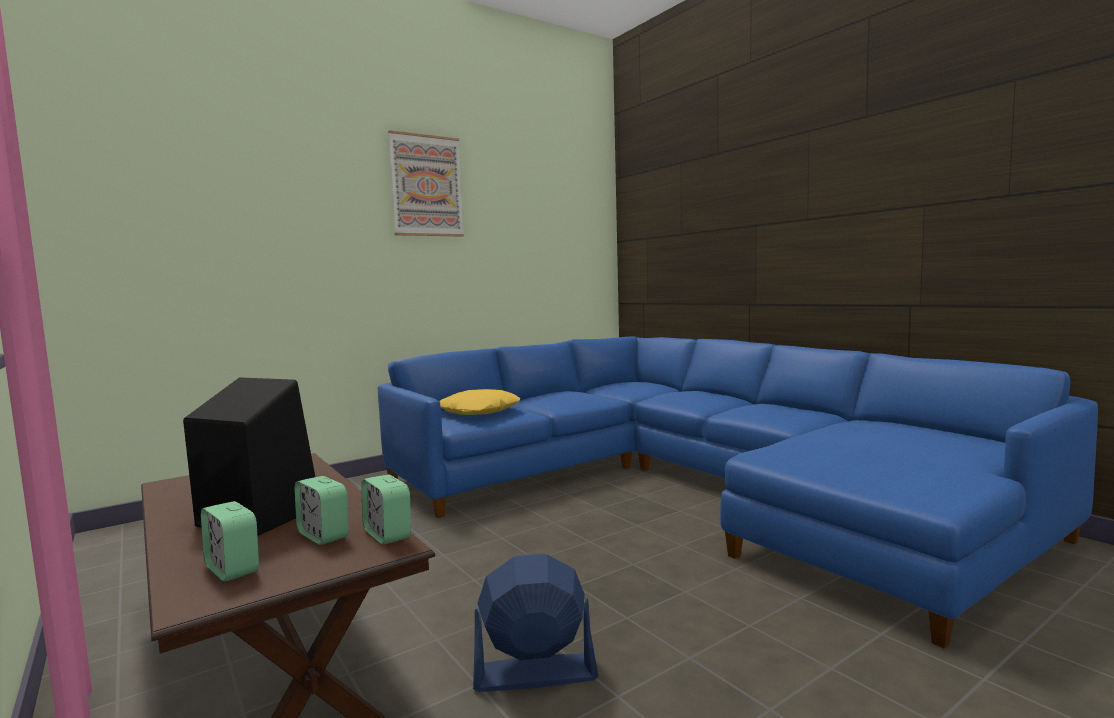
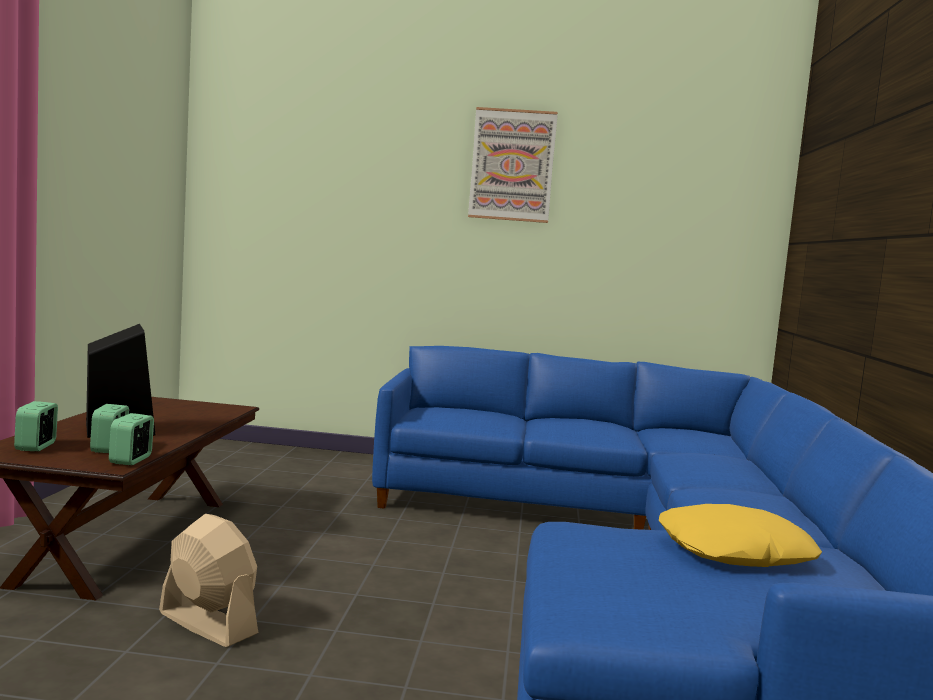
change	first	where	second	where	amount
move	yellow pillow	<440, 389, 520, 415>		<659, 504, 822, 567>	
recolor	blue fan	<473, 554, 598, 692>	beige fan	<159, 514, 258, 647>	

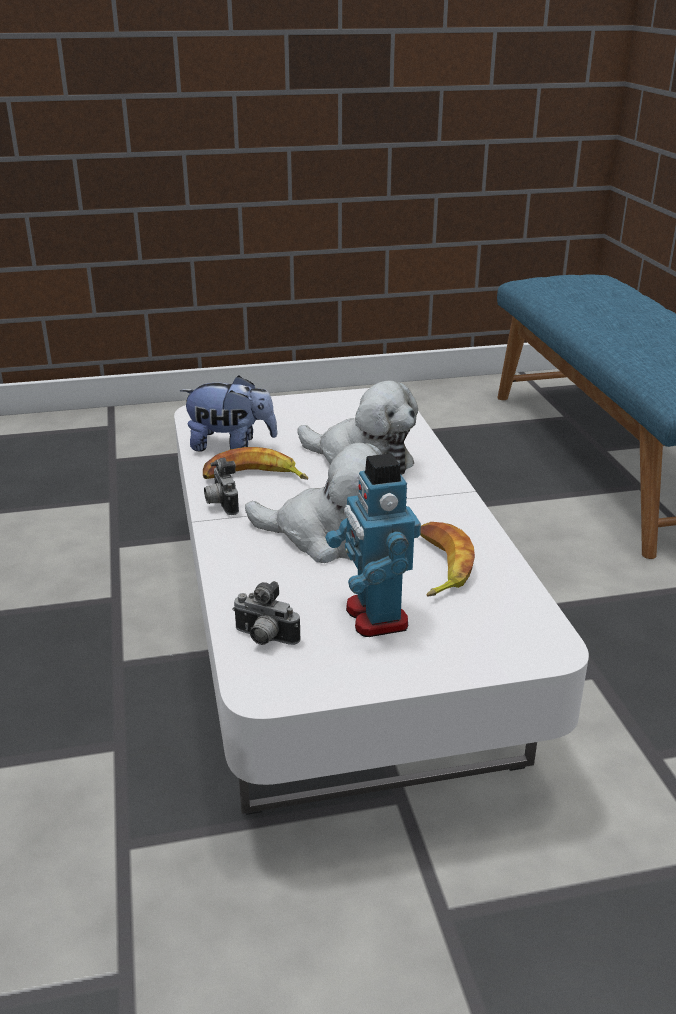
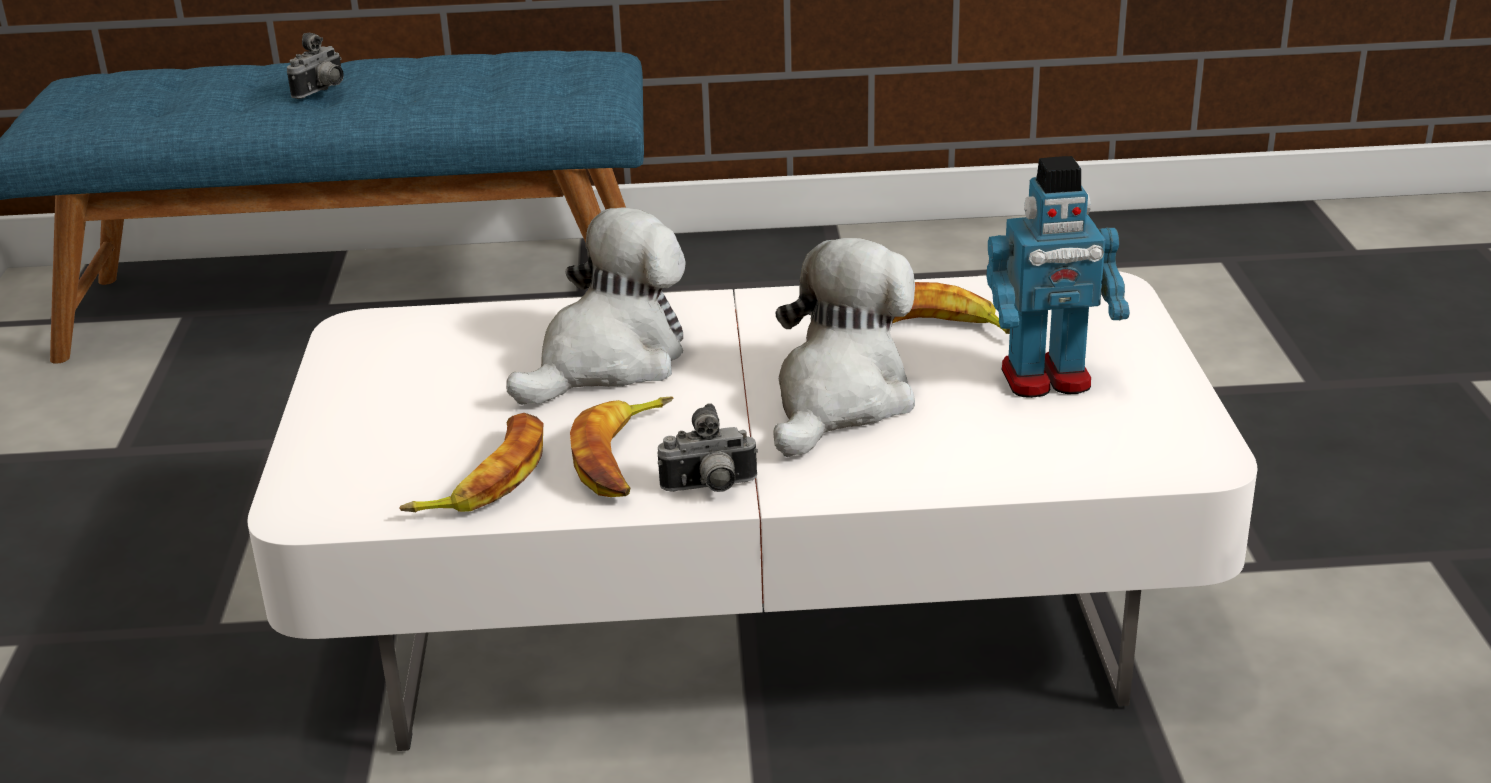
change	first	where	second	where	amount
replace	plush toy	<180, 376, 278, 452>	banana	<399, 413, 543, 512>	
move	photo camera	<232, 581, 301, 645>		<287, 33, 344, 99>	

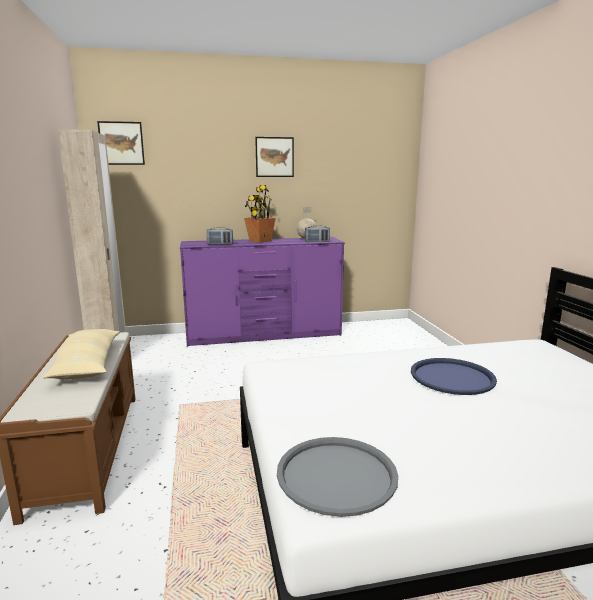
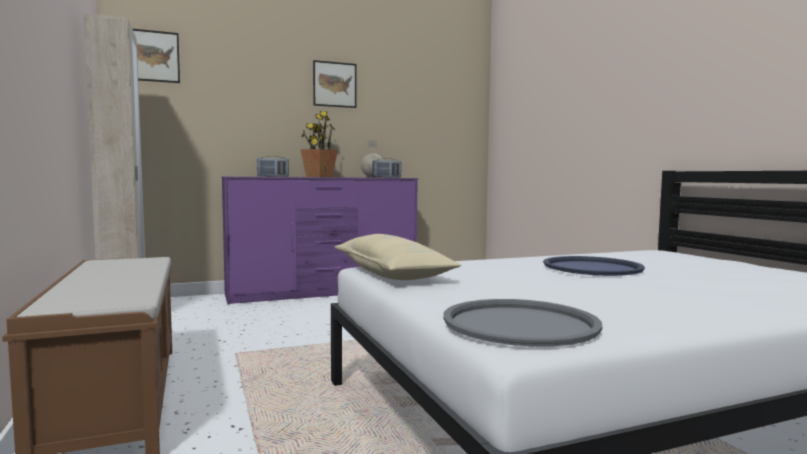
change	first	where	second	where	amount
move	beige pillow	<43, 329, 120, 380>		<335, 234, 461, 280>	

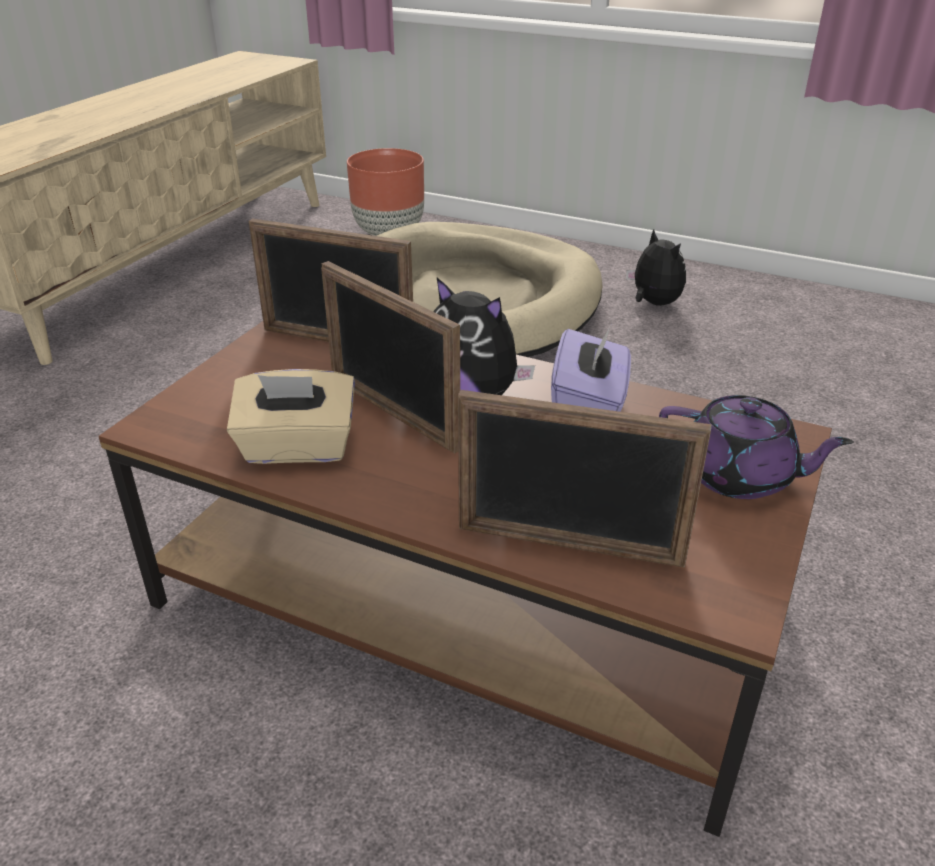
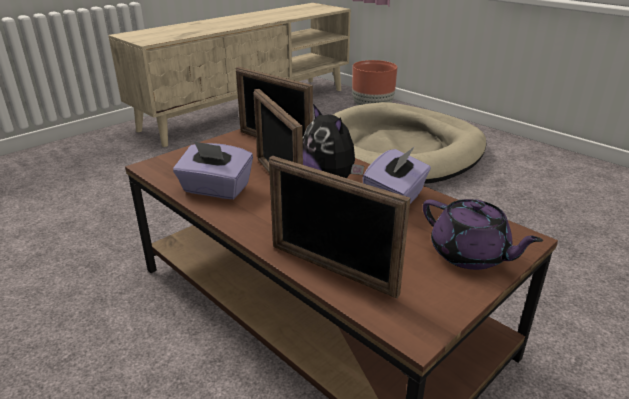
change	first	where	second	where	amount
delete	plush toy	<626, 229, 686, 306>			
recolor	beige tissue box	<227, 369, 355, 464>	purple tissue box	<173, 141, 253, 199>	

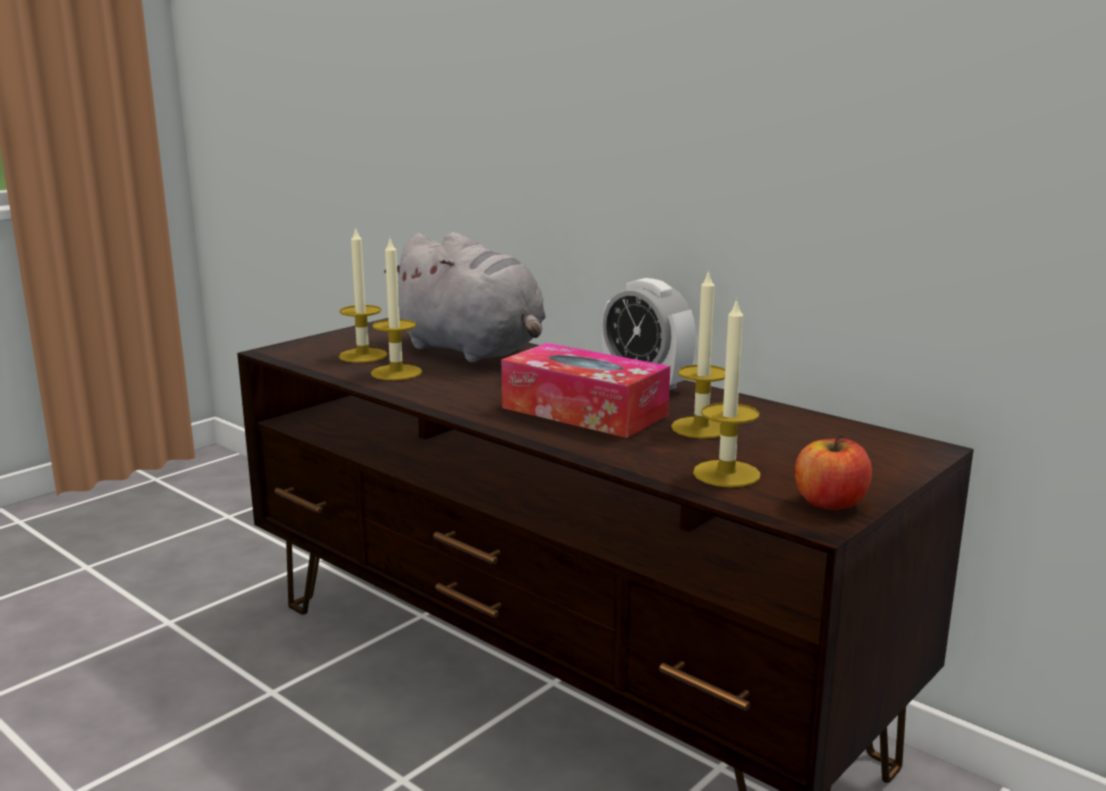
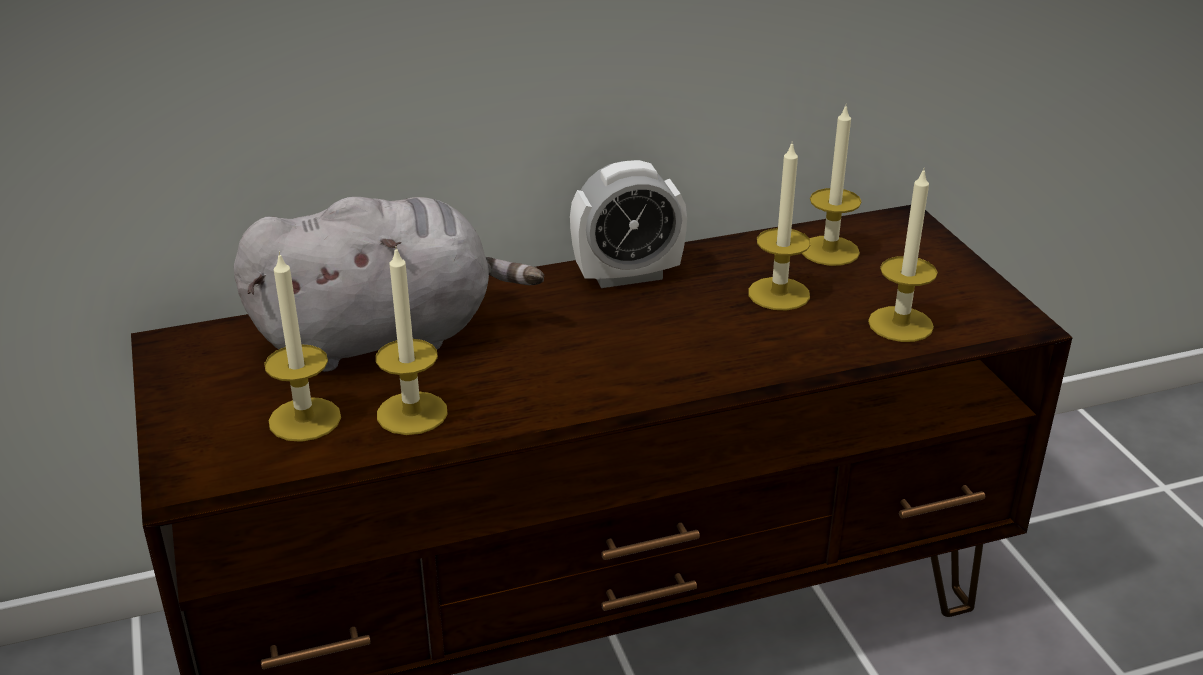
change	first	where	second	where	amount
delete	tissue box	<501, 343, 670, 438>			
delete	apple	<795, 433, 872, 510>			
insert			candle	<802, 103, 862, 266>	

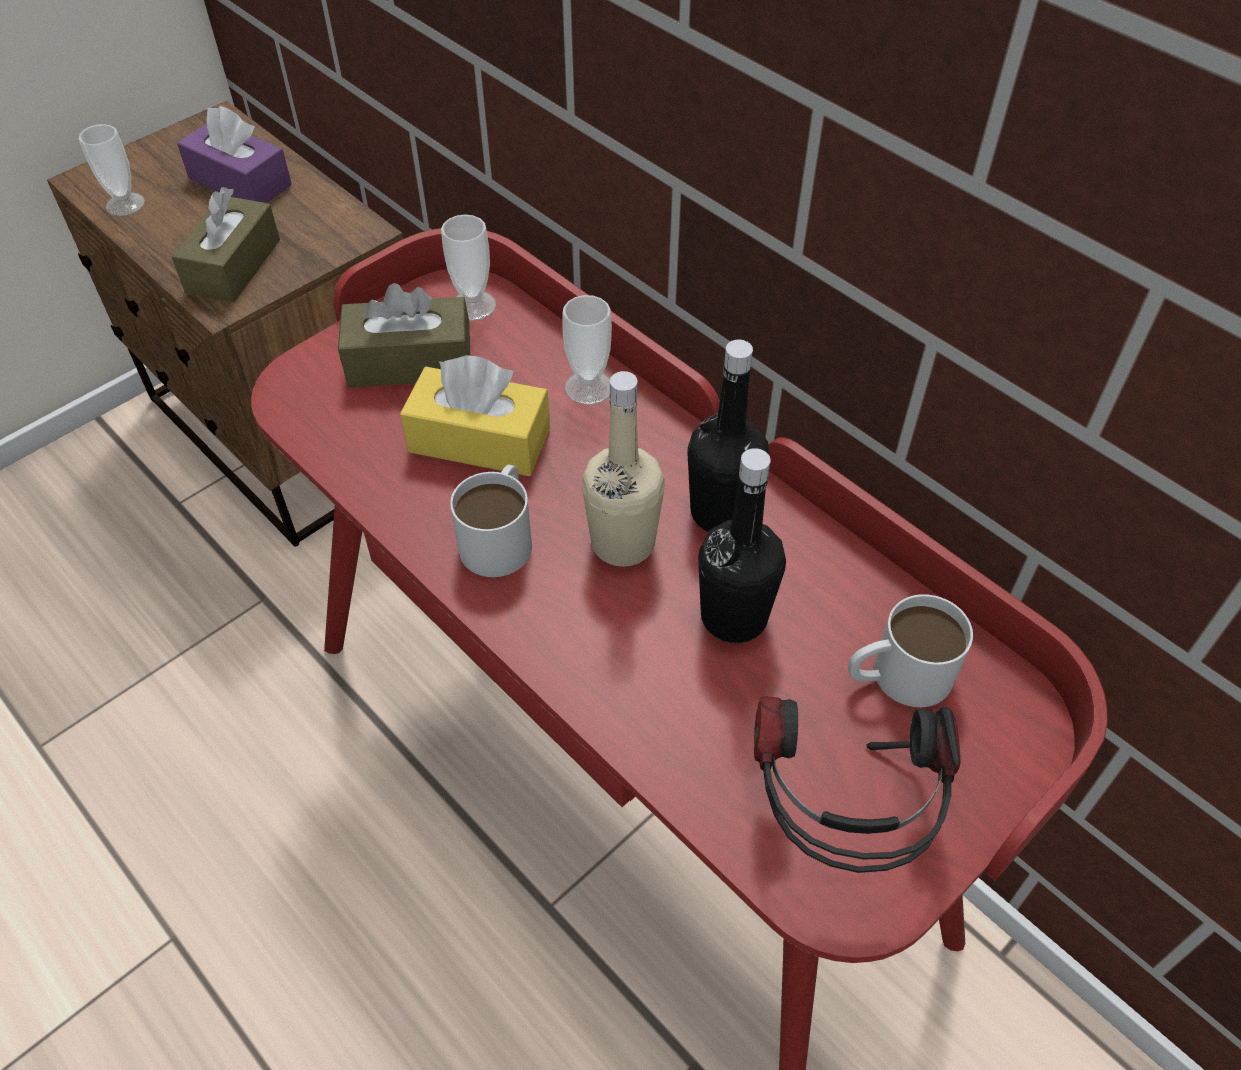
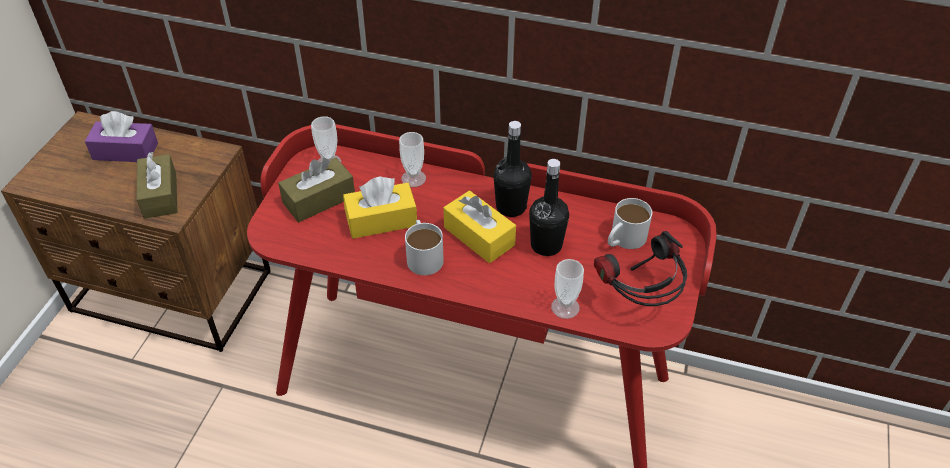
change	first	where	second	where	amount
move	cup	<78, 124, 145, 216>		<551, 259, 584, 319>	
replace	beige bottle	<582, 371, 665, 567>	yellow tissue box	<443, 190, 516, 263>	

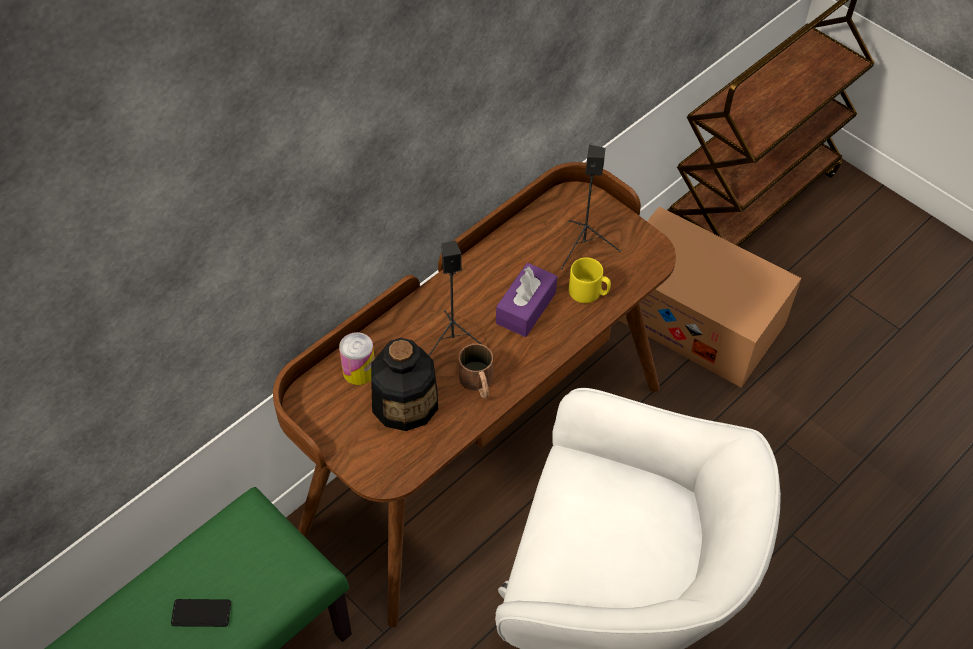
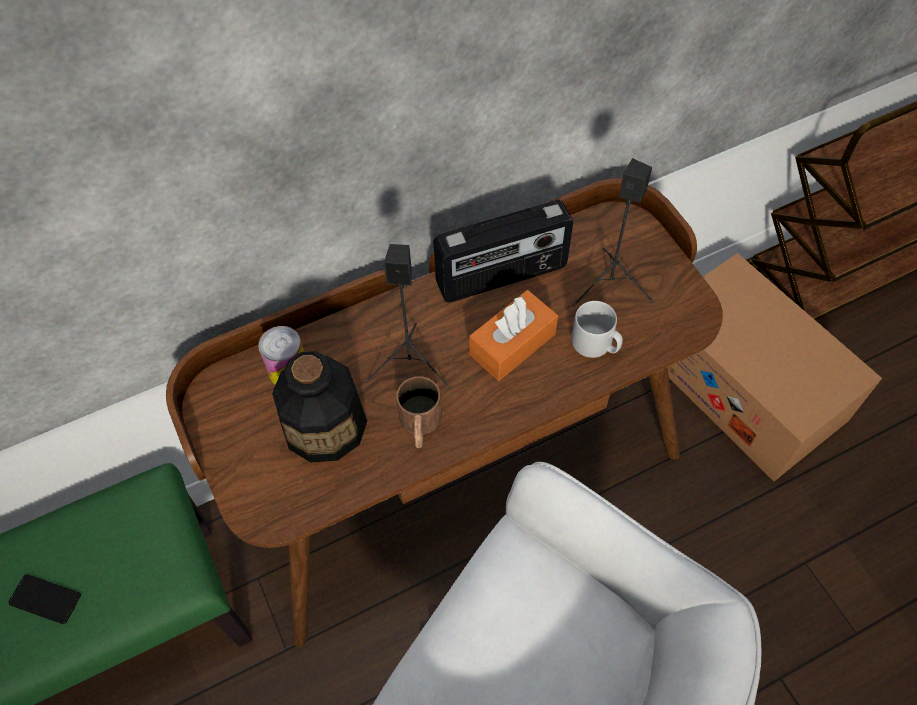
change	first	where	second	where	amount
recolor	yellow mug	<569, 258, 611, 303>	grey mug	<571, 301, 623, 358>	
recolor	purple tissue box	<496, 263, 557, 337>	orange tissue box	<469, 290, 558, 381>	
insert			radio	<434, 200, 573, 302>	

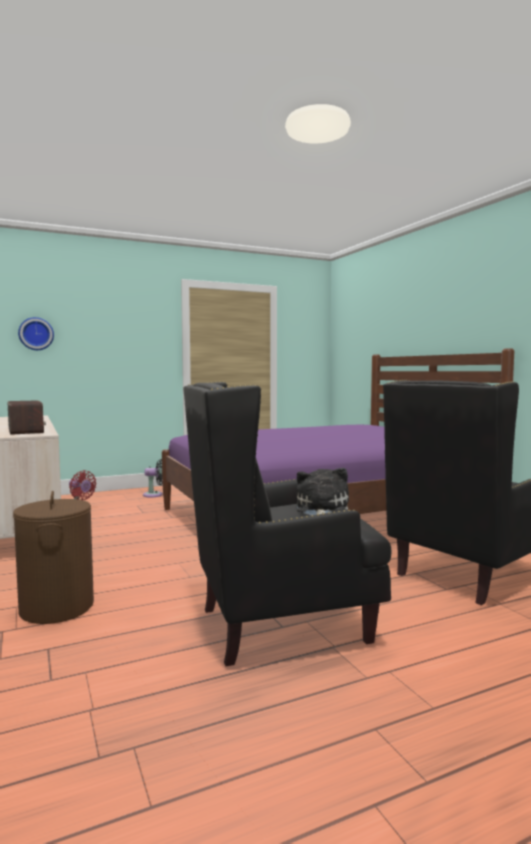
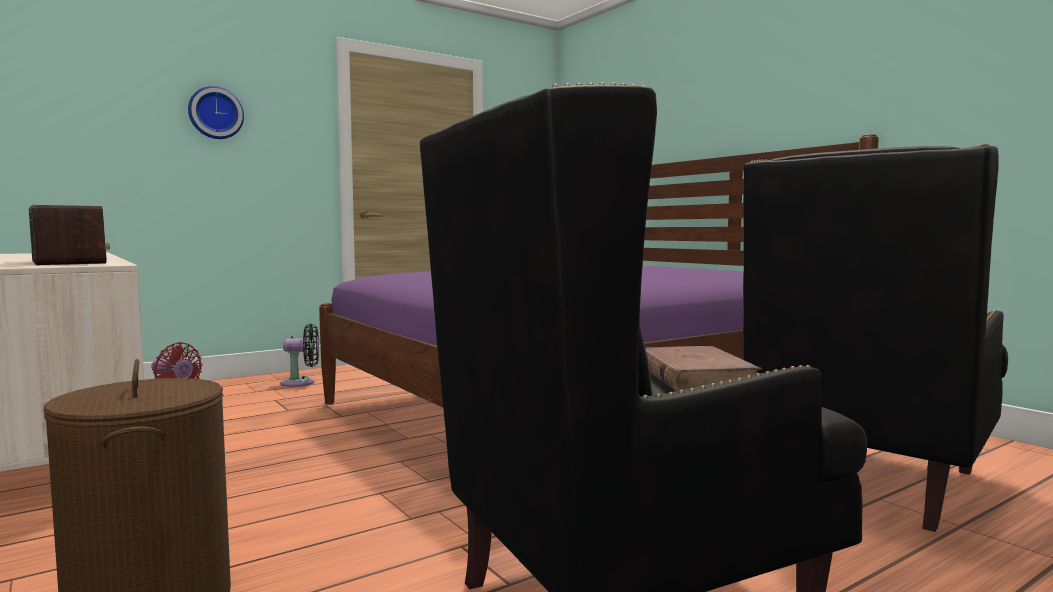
change	first	where	second	where	amount
move	wall clock	<18, 317, 54, 350>		<188, 86, 244, 139>	
replace	plush toy	<297, 468, 349, 515>	brown book	<645, 346, 762, 391>	

